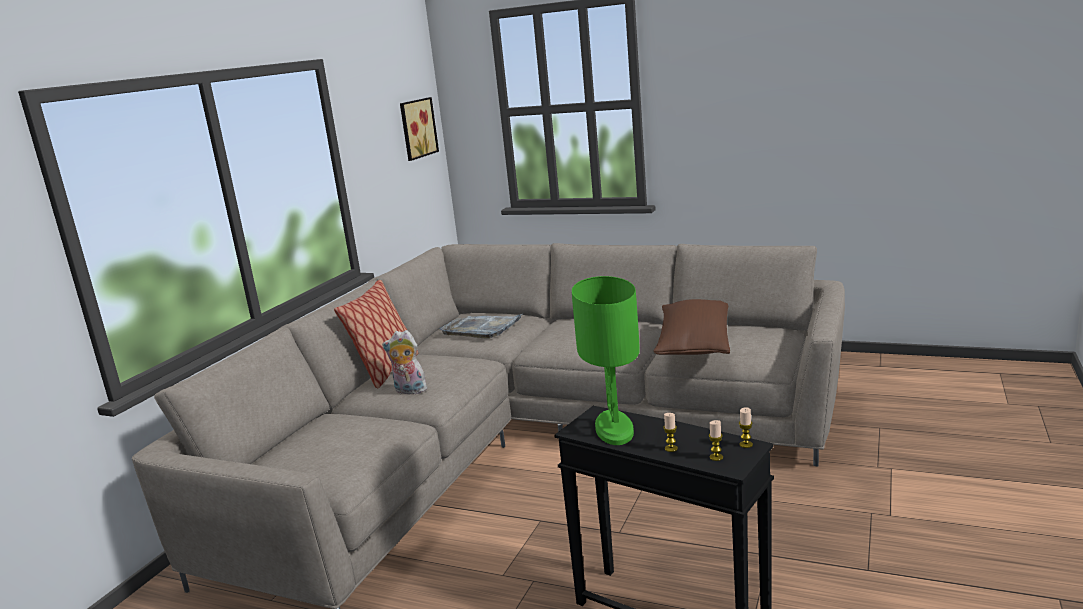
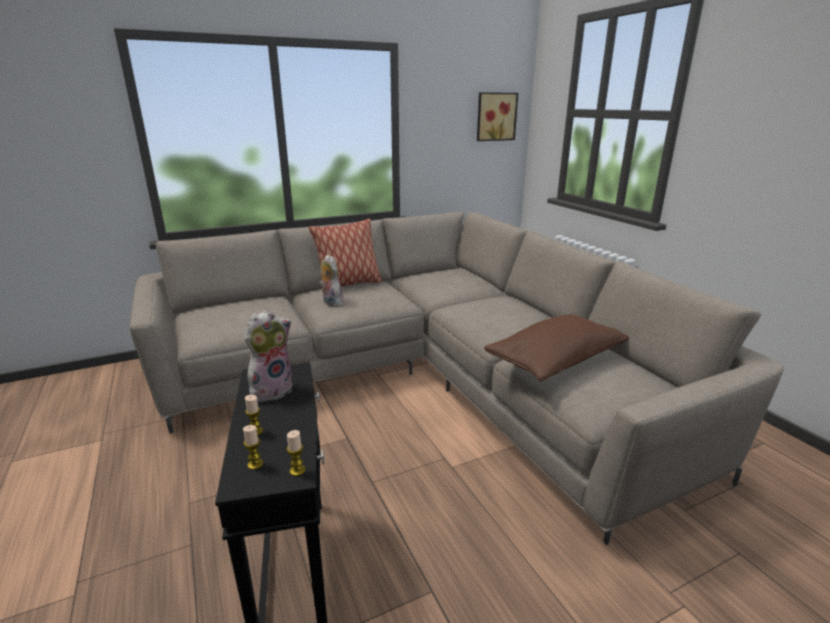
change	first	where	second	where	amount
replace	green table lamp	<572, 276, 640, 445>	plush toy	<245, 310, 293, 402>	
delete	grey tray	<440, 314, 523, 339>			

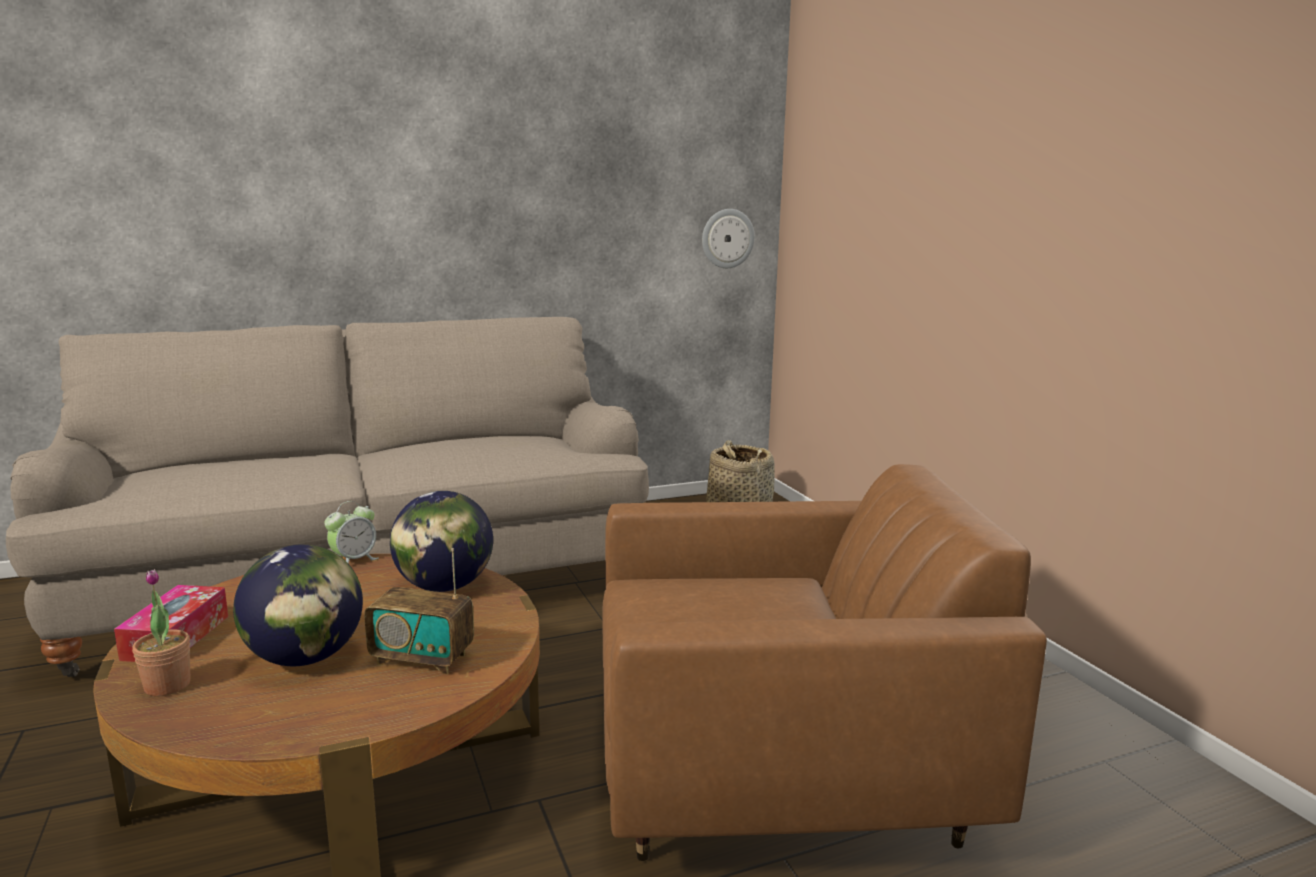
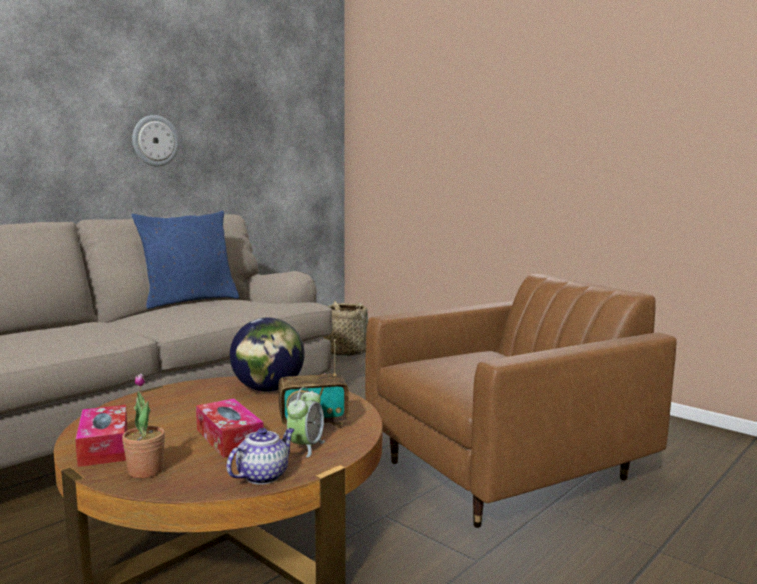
change	first	where	second	where	amount
move	wall clock	<702, 209, 755, 268>		<132, 115, 179, 166>	
move	alarm clock	<324, 501, 379, 564>		<287, 387, 325, 457>	
replace	globe	<233, 544, 363, 666>	tissue box	<196, 398, 264, 458>	
insert			blue pillow	<131, 211, 239, 309>	
insert			teapot	<227, 428, 295, 485>	

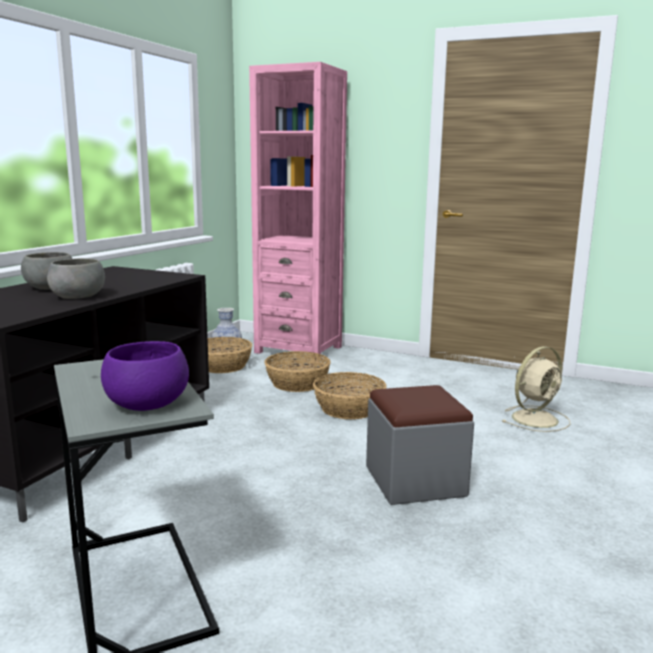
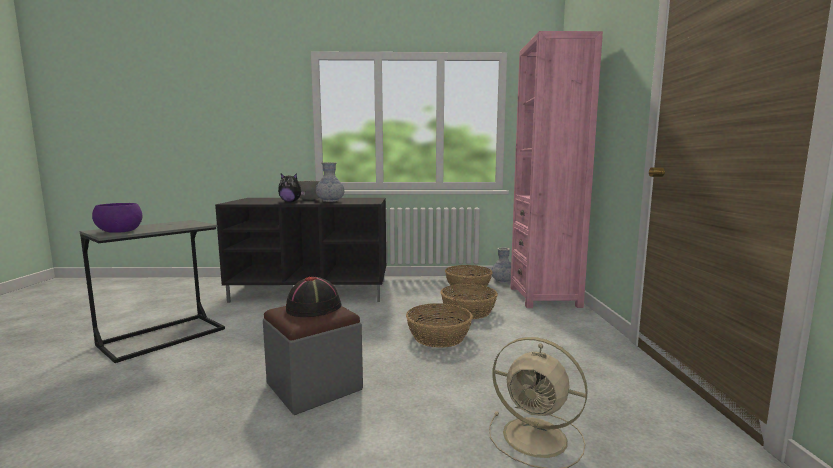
change	first	where	second	where	amount
replace	grey bowl	<47, 258, 105, 299>	plush toy	<278, 173, 305, 202>	
insert			vase	<316, 162, 344, 202>	
insert			black hat	<286, 277, 342, 317>	

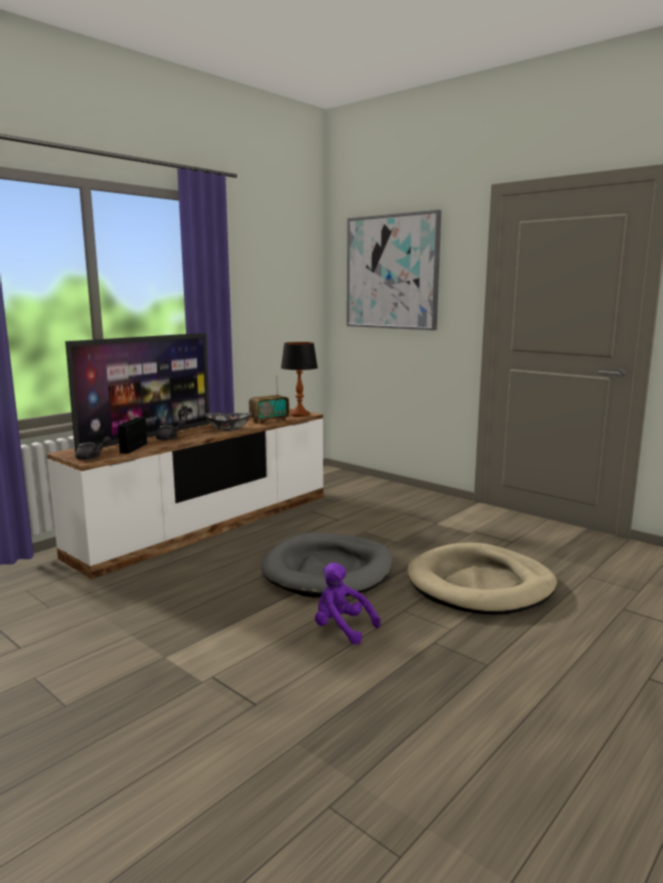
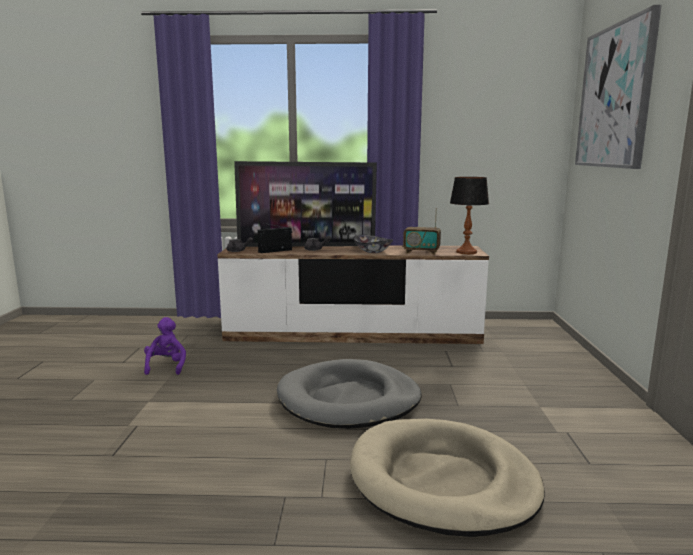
change	first	where	second	where	amount
move	purple plush toy	<315, 563, 381, 645>		<144, 317, 186, 375>	

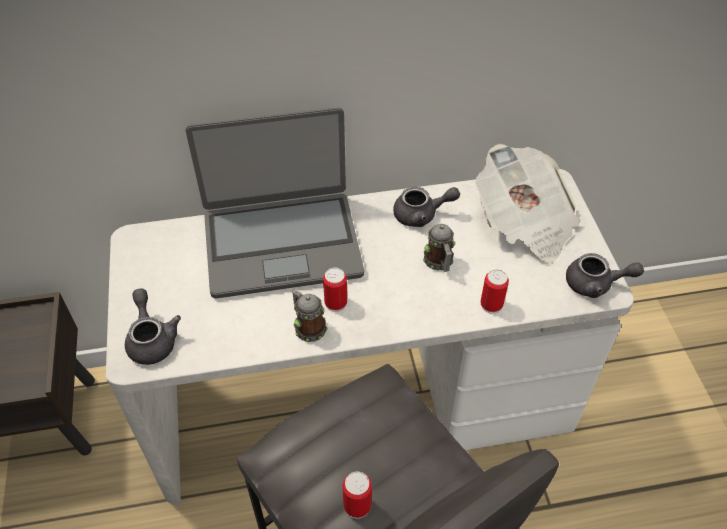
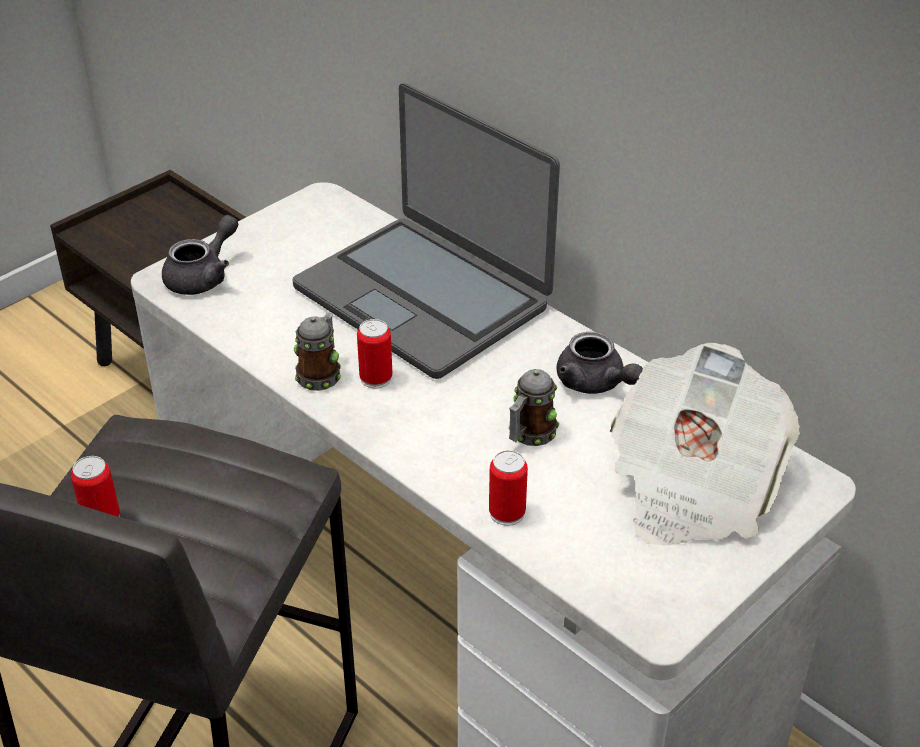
change	first	where	second	where	amount
delete	grey teapot	<566, 253, 644, 298>			

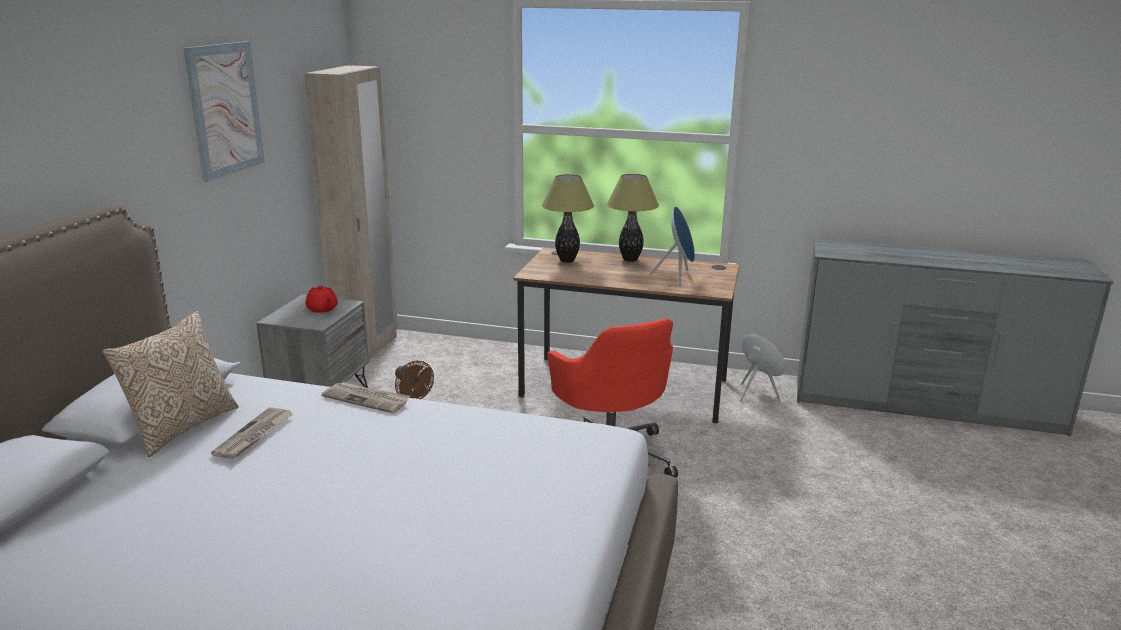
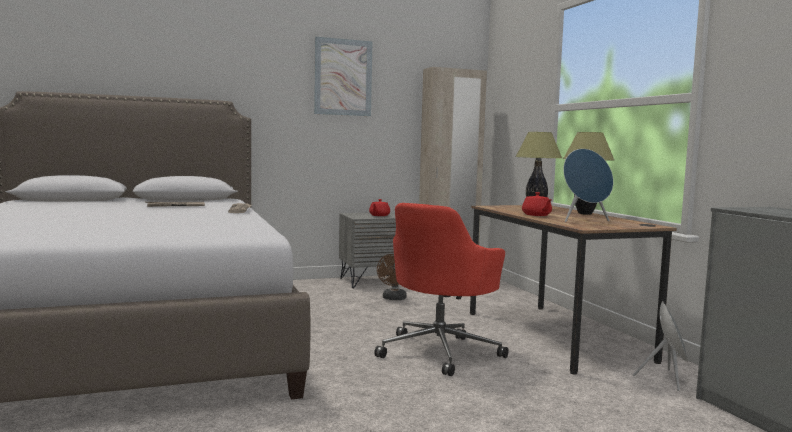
change	first	where	second	where	amount
delete	pillow	<103, 311, 239, 457>			
insert			red teapot	<522, 192, 552, 216>	

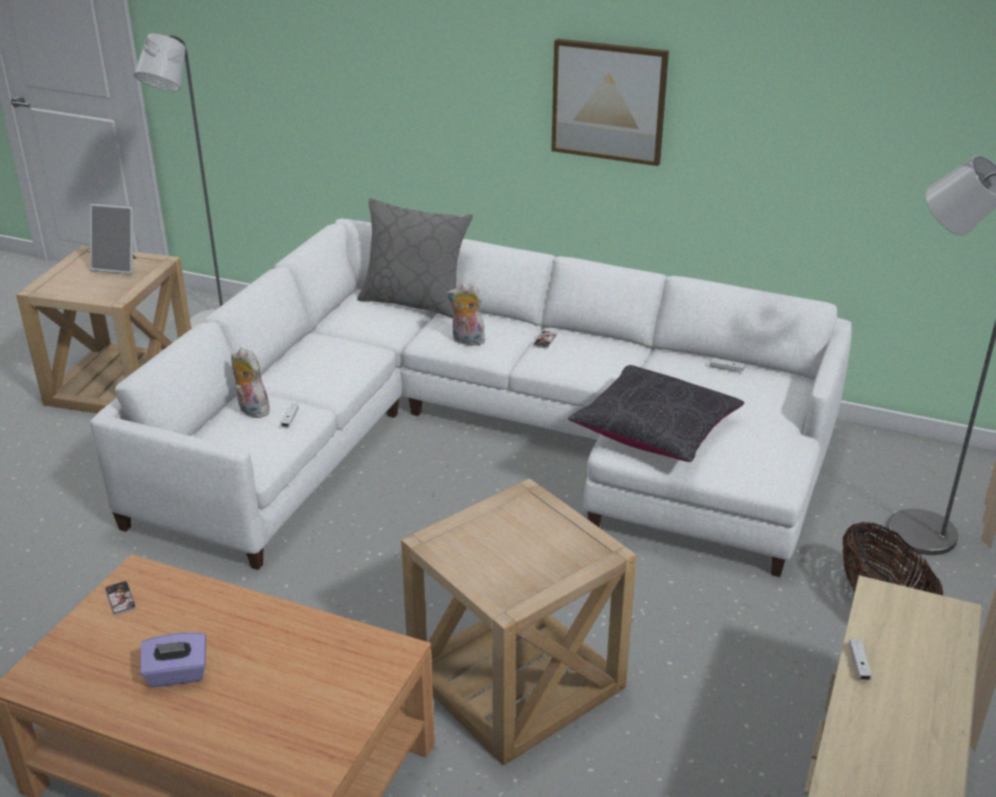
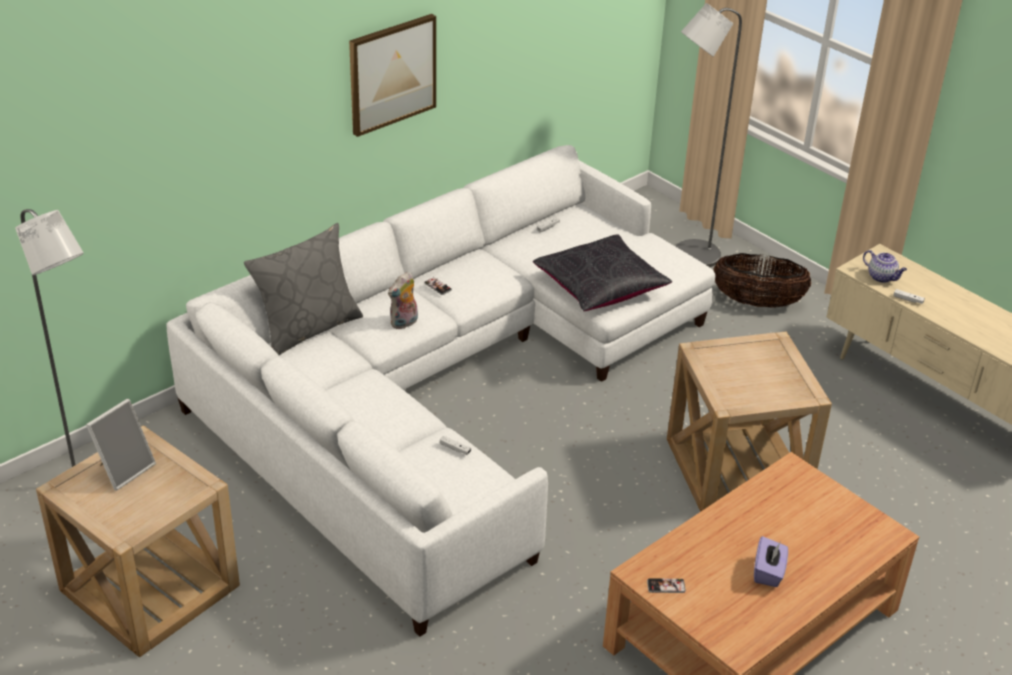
change	first	where	second	where	amount
delete	plush toy	<231, 348, 270, 418>			
insert			teapot	<863, 250, 907, 283>	

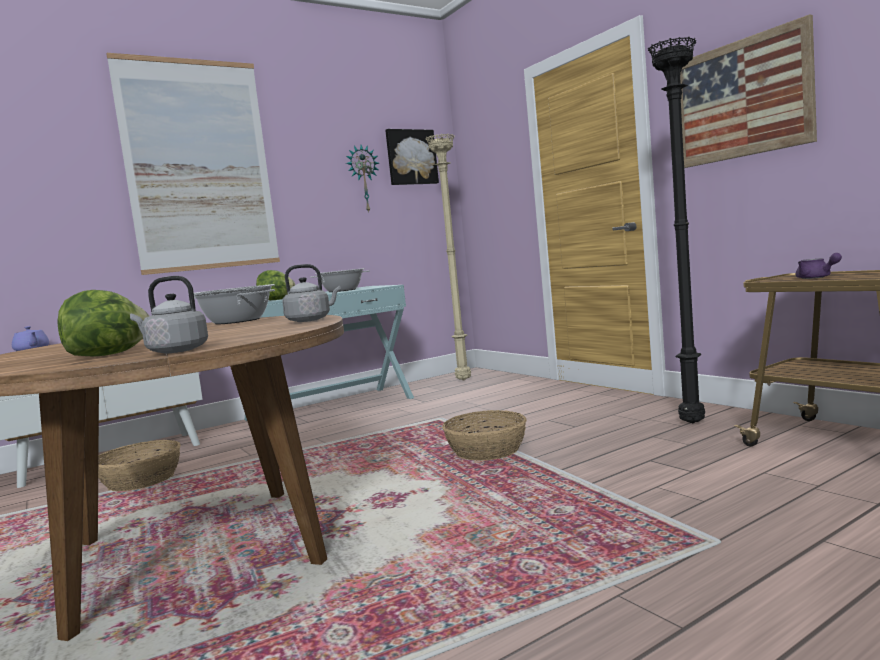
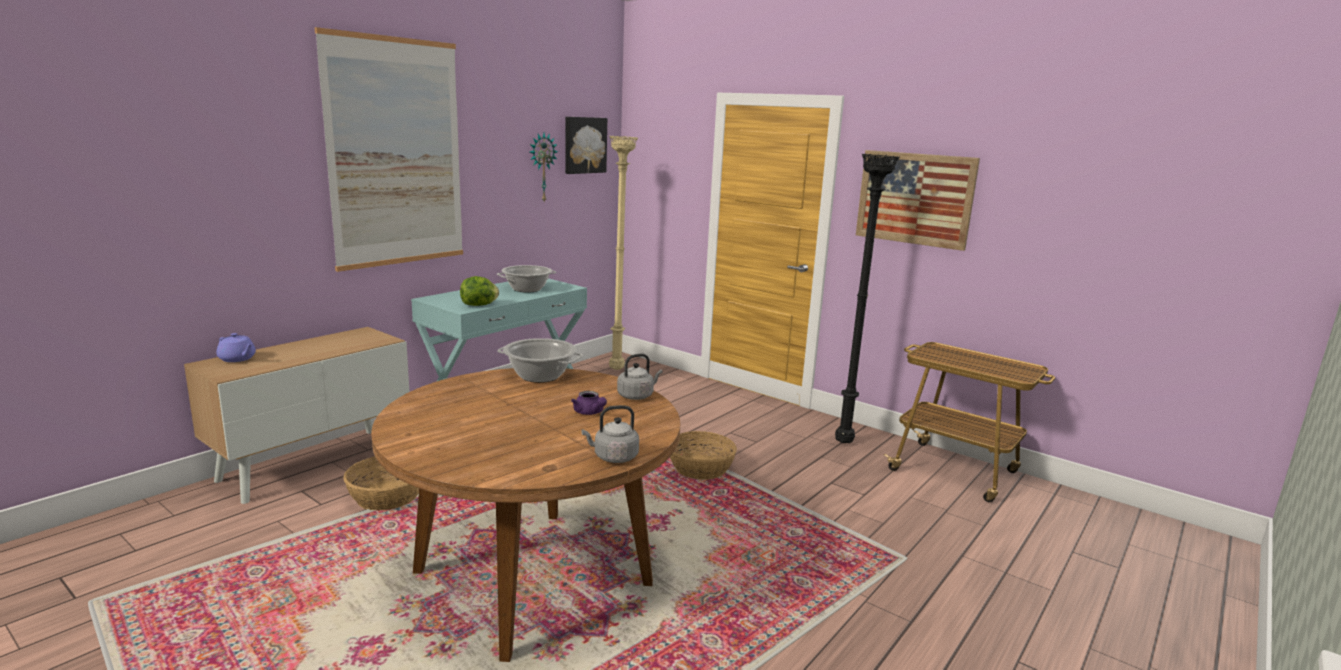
change	first	where	second	where	amount
move	purple teapot	<796, 253, 842, 279>		<571, 391, 607, 415>	
delete	lettuce	<57, 290, 150, 357>			

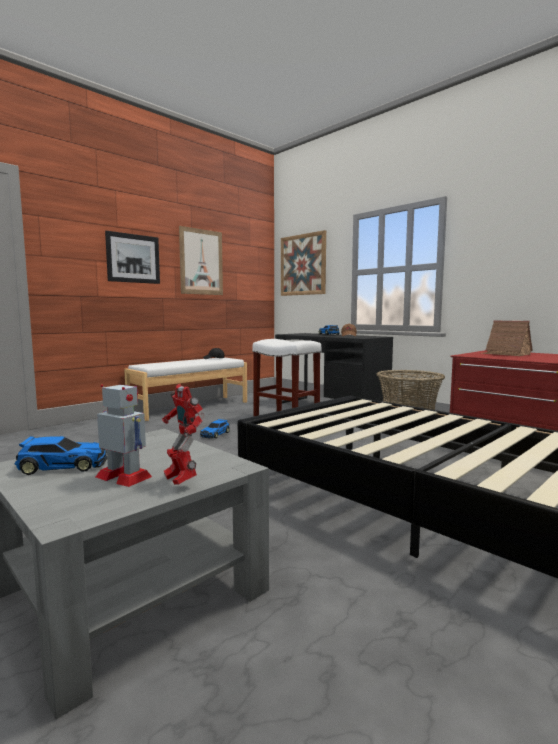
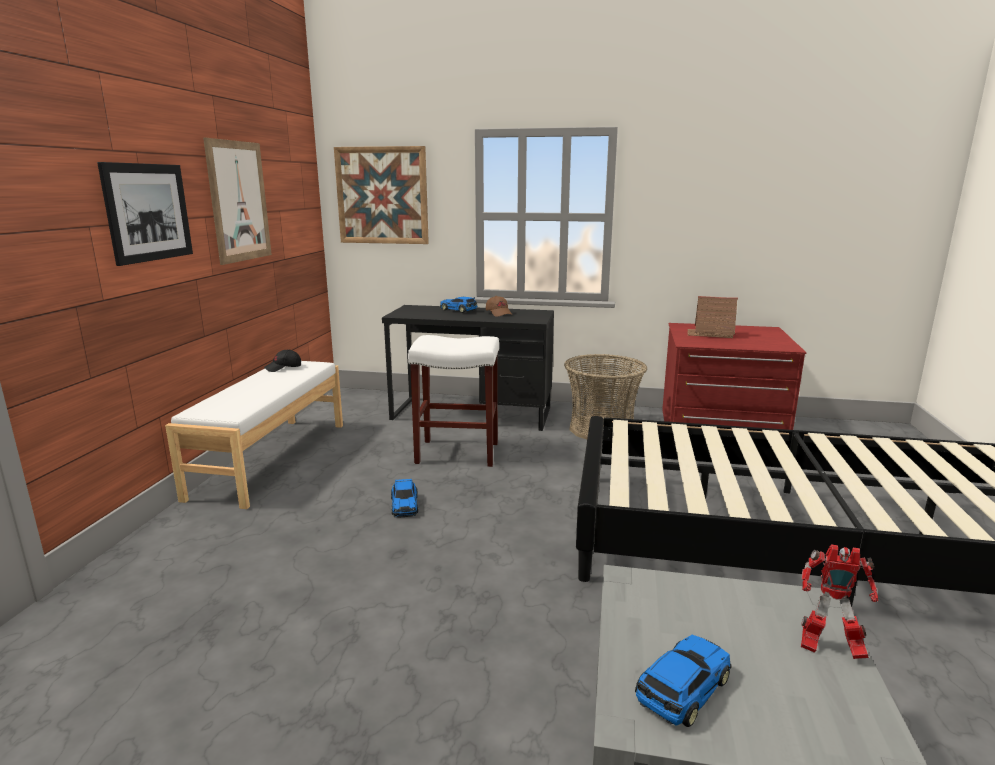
change	first	where	second	where	amount
delete	toy robot	<96, 384, 152, 487>			

